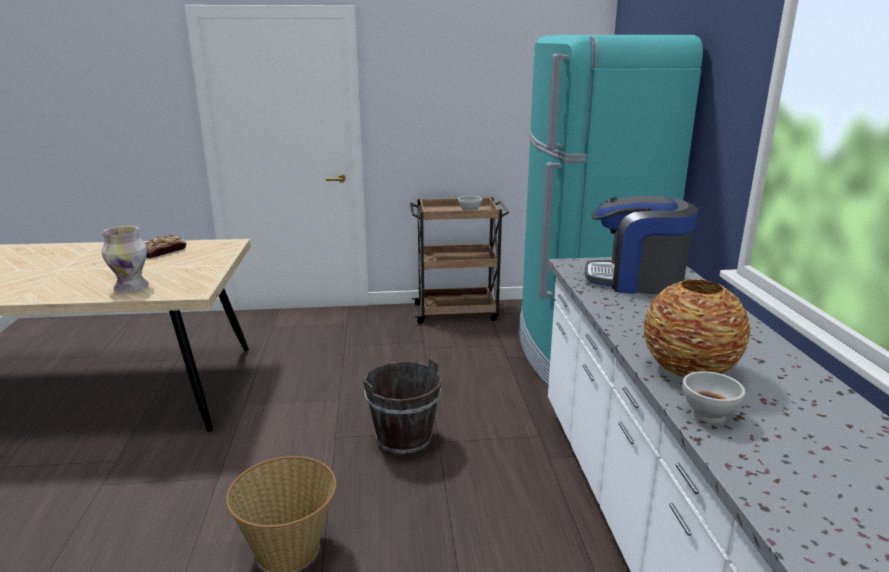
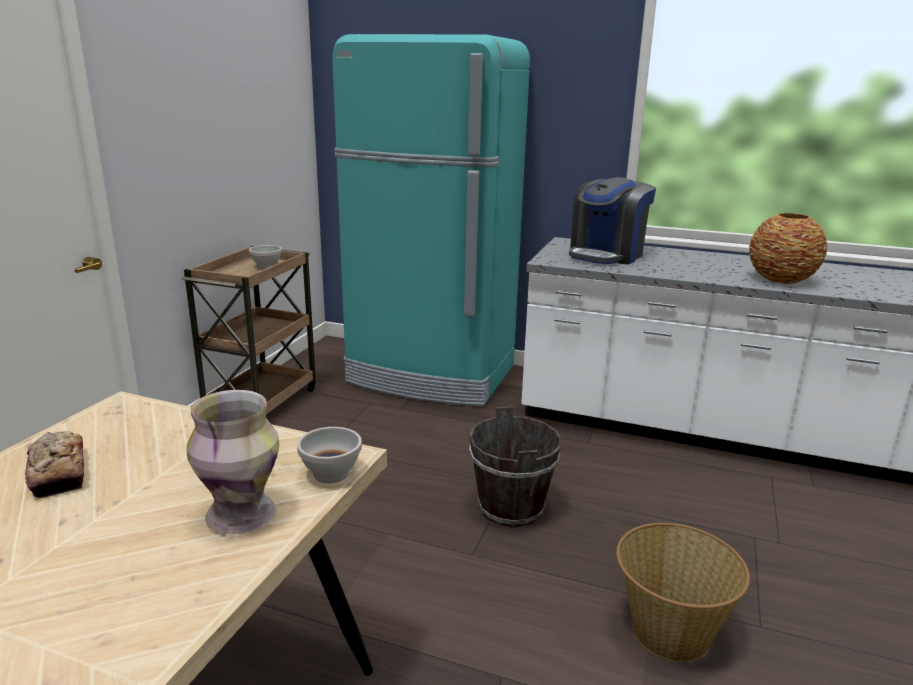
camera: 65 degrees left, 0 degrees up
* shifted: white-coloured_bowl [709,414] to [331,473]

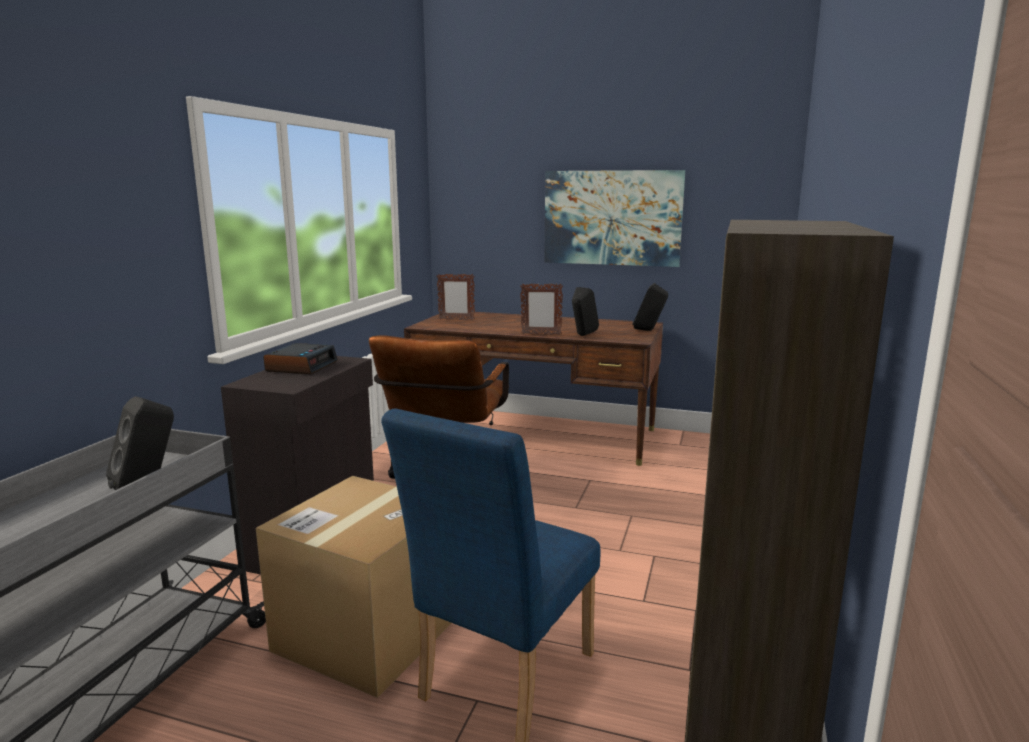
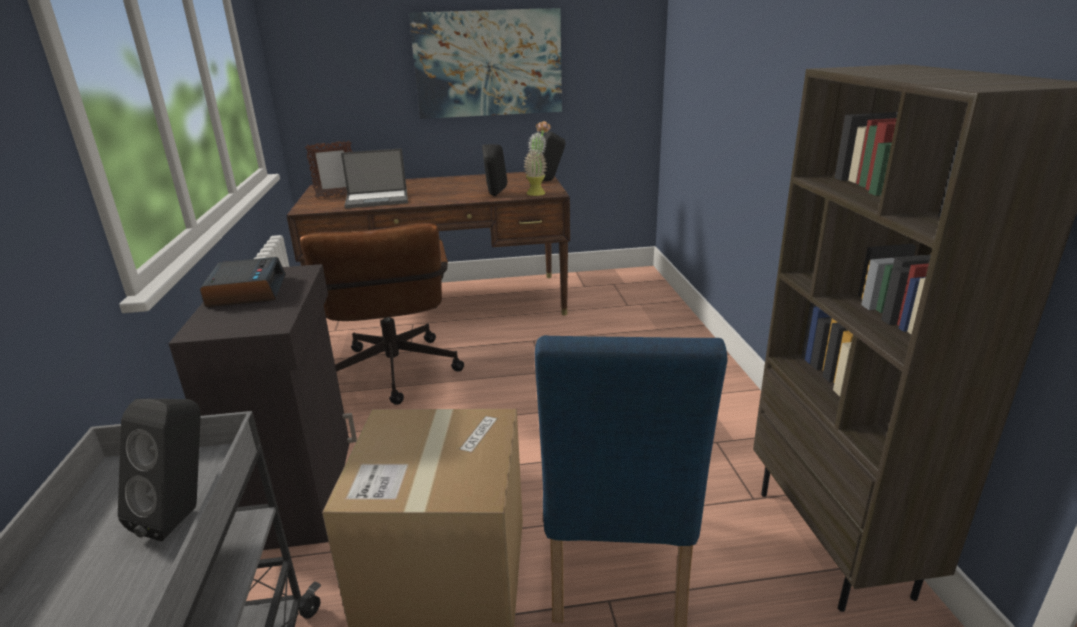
camera: 25 degrees left, 10 degrees up
* gone: photo_frame [541,334]
* new: portable_computer [378,199]
* new: potted_plant [538,192]

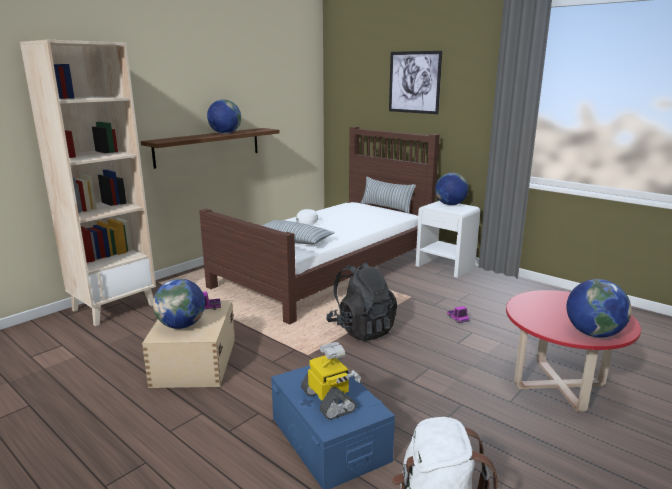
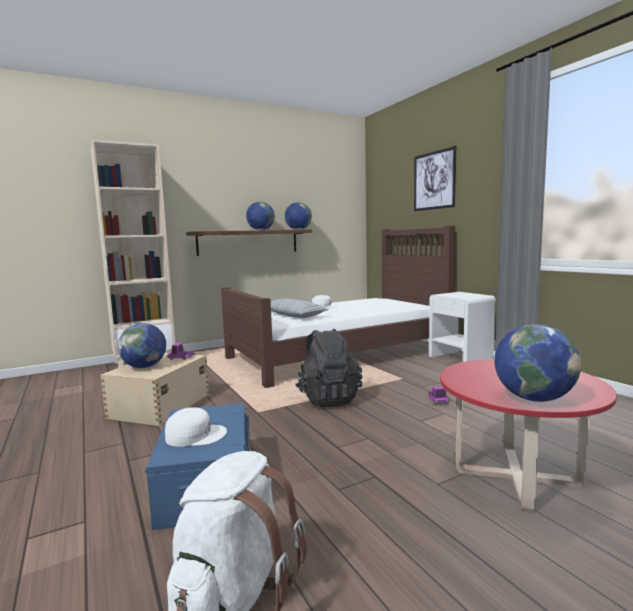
camera: 20 degrees right, 10 degrees down
* gone: throw_pillow [386,207]
* shifted: desk_globe [450,204] to [298,229]
* swapped: robot_figure [329,401] to white-coloured_baseball_cap [195,435]

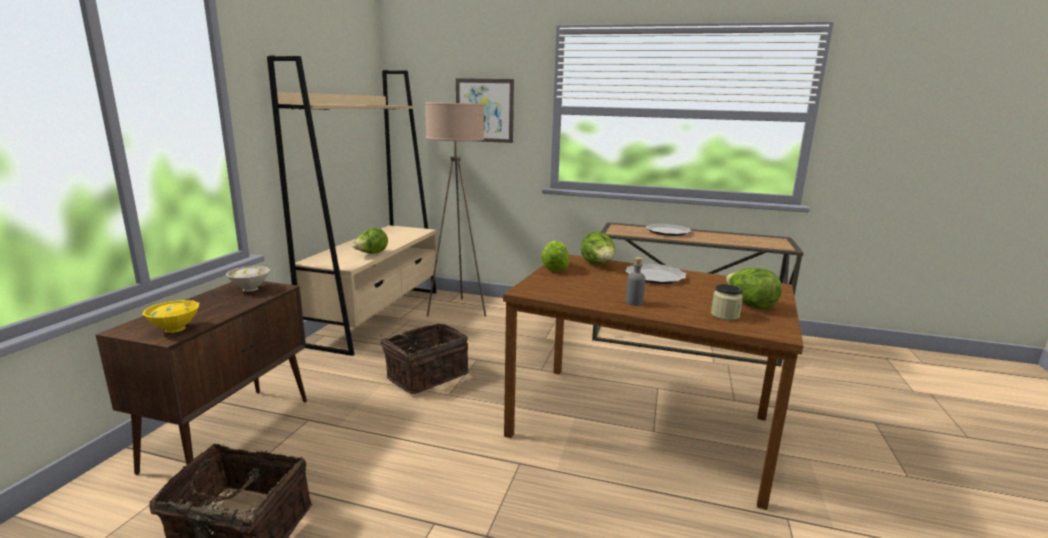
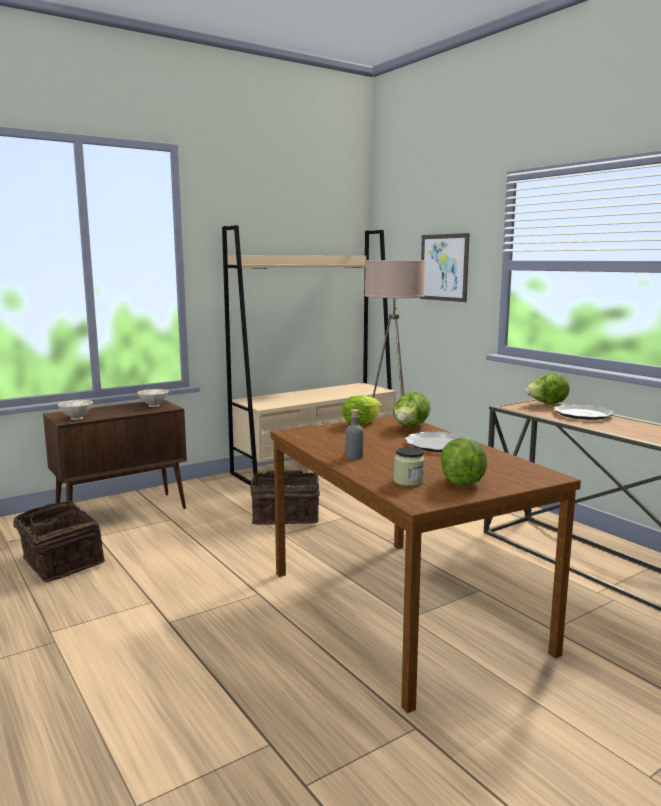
camera: 40 degrees right, 5 degrees down
* shifted: lettuce_head [371,254] to [546,404]
* repainted: yellow_bowl [176,329] to white-coloured_bowl [77,418]

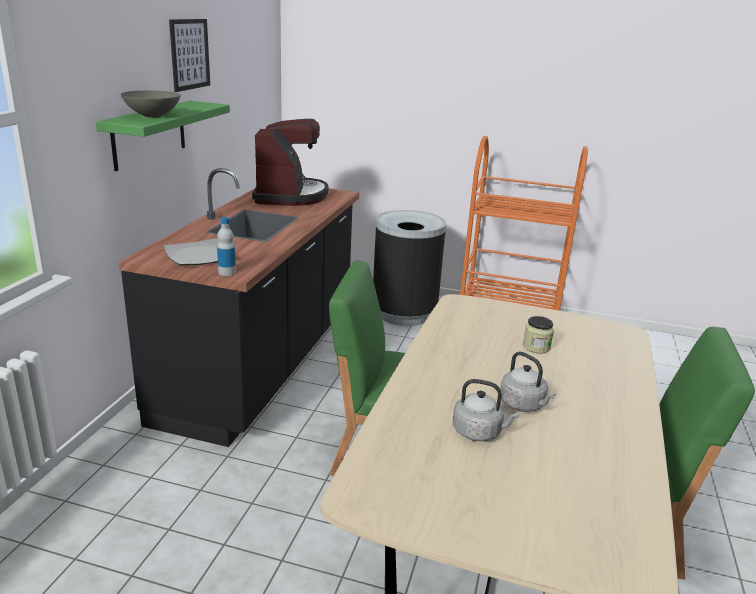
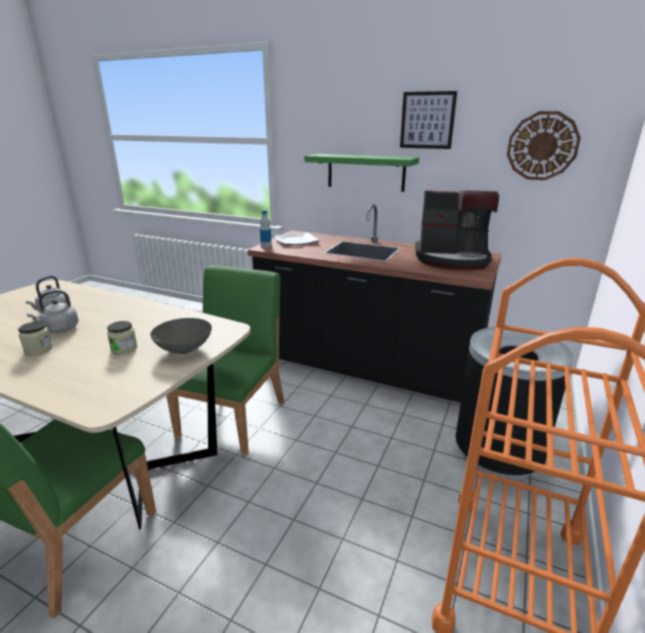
camera: 100 degrees right, 0 degrees up
* new: storage_jar [38,349]
* new: wall_clock [542,146]
* shifted: greyish_bowl [152,116] to [184,349]

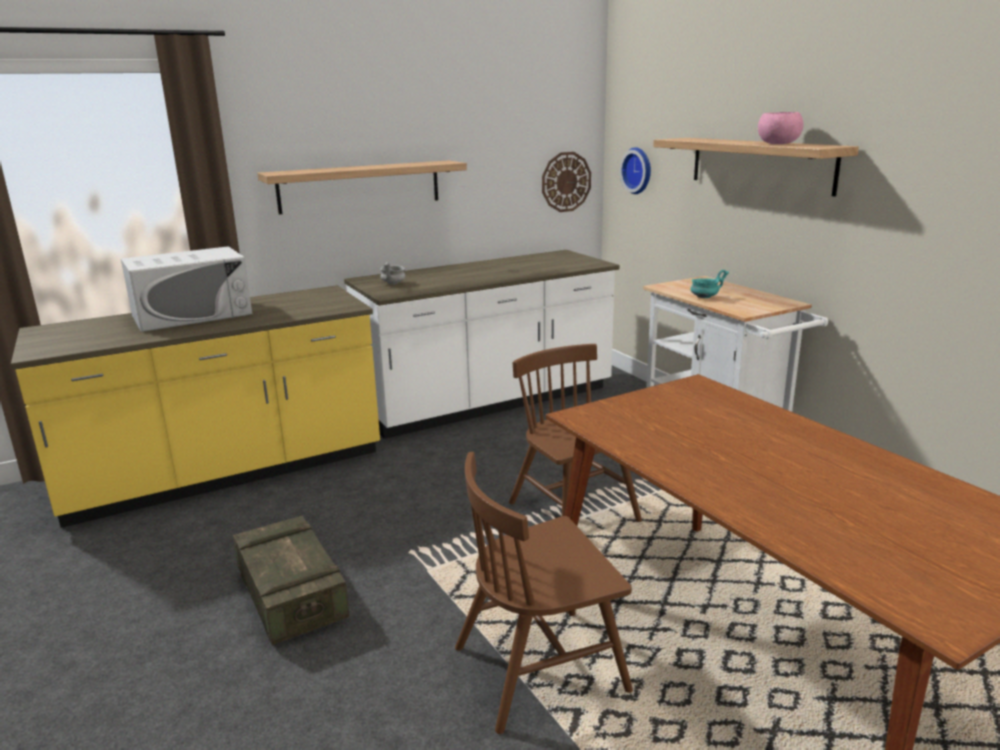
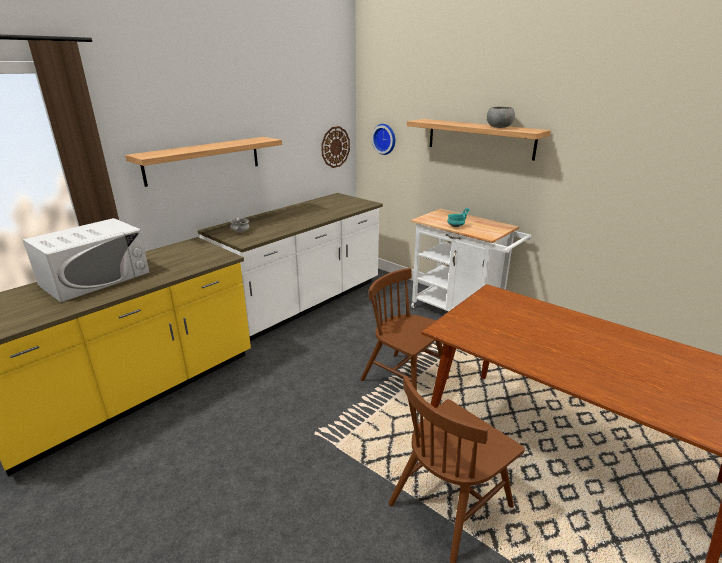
camera: 20 degrees left, 5 degrees up
* gone: shipping_crate [292,596]
* repainted: pink-coloured_bowl [778,144] to greyish_bowl [499,127]

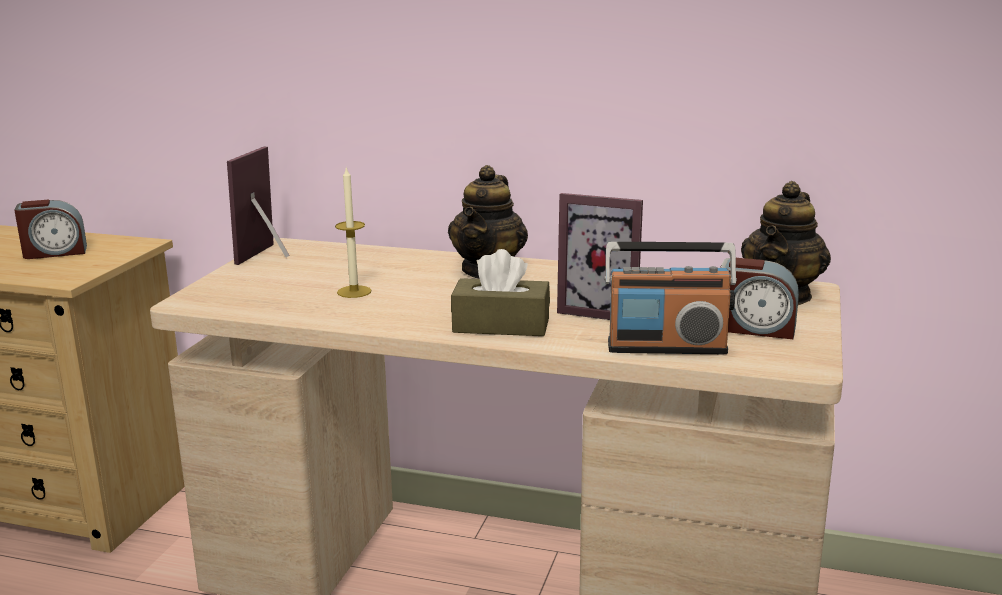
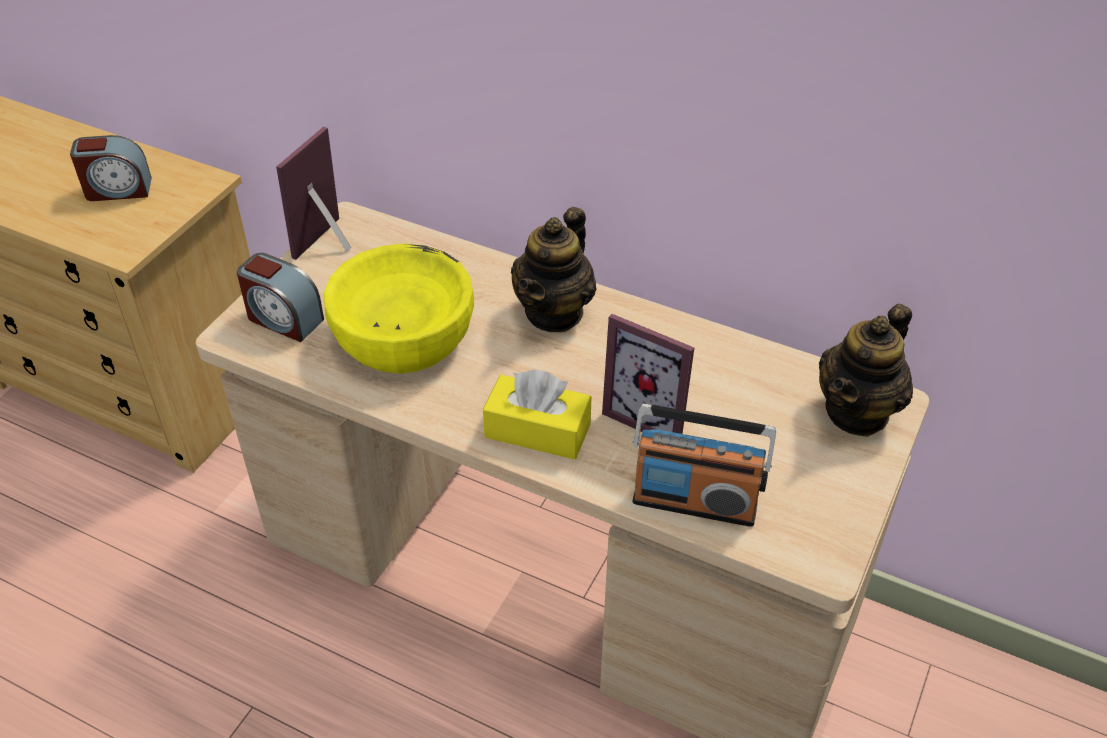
camera: 10 degrees right, 25 degrees up
* shifted: table_clock [755,328] to [283,319]
* swapped: candle [354,292] to yellow_bowl [403,336]
* repainted: brown_tissue_box [501,325] to yellow_tissue_box [537,430]

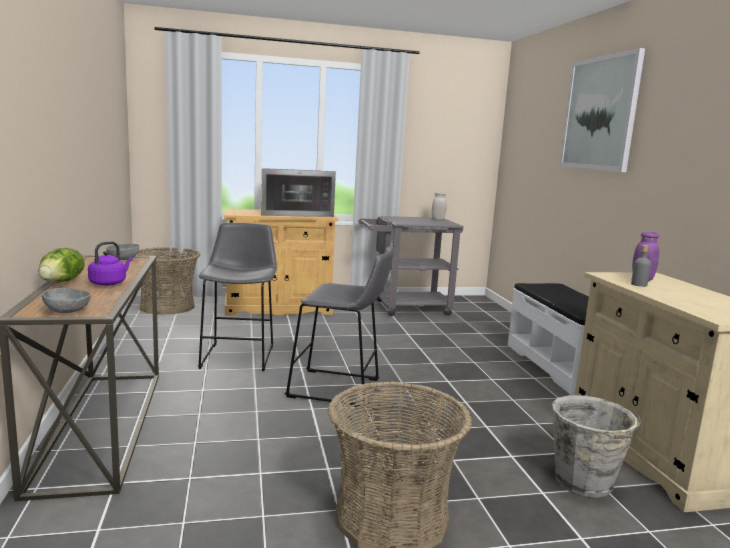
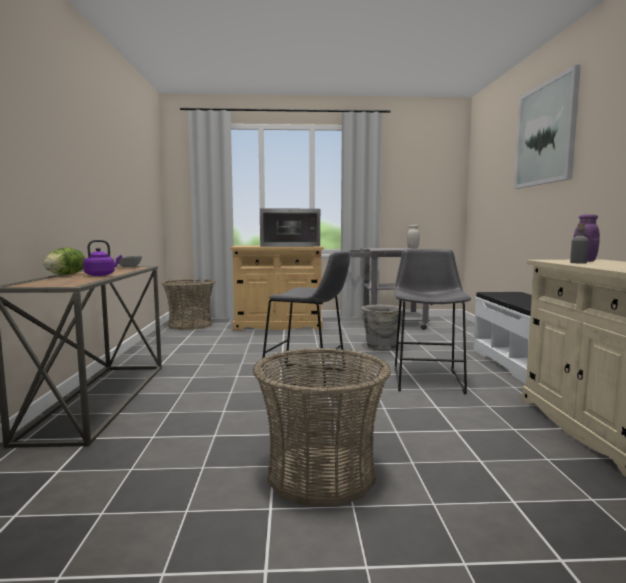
camera: 10 degrees right, 5 degrees down
* gone: greyish_bowl [68,311]
* shifted: greyish_stool [239,355] to [427,379]
* shifted: greyish_pail [584,483] to [382,347]

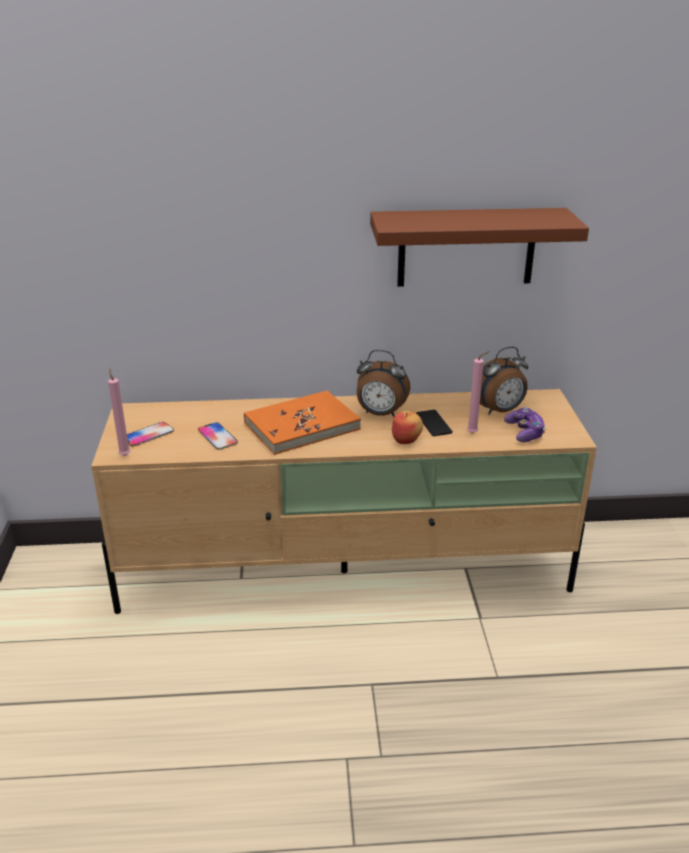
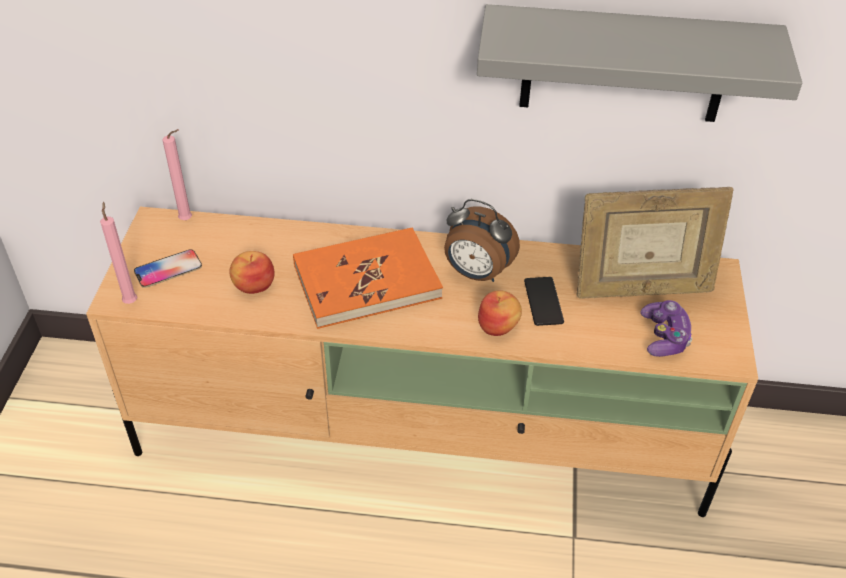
camera: 10 degrees right, 15 degrees up
* shifted: pink-coloured_candle [474,433] to [188,220]
* swapped: handset [217,436] to apple [254,285]
* swapped: table_clock [499,411] to photo_frame [641,290]
* repainted: brown_shelf [466,247] to greyish_shelf [624,65]

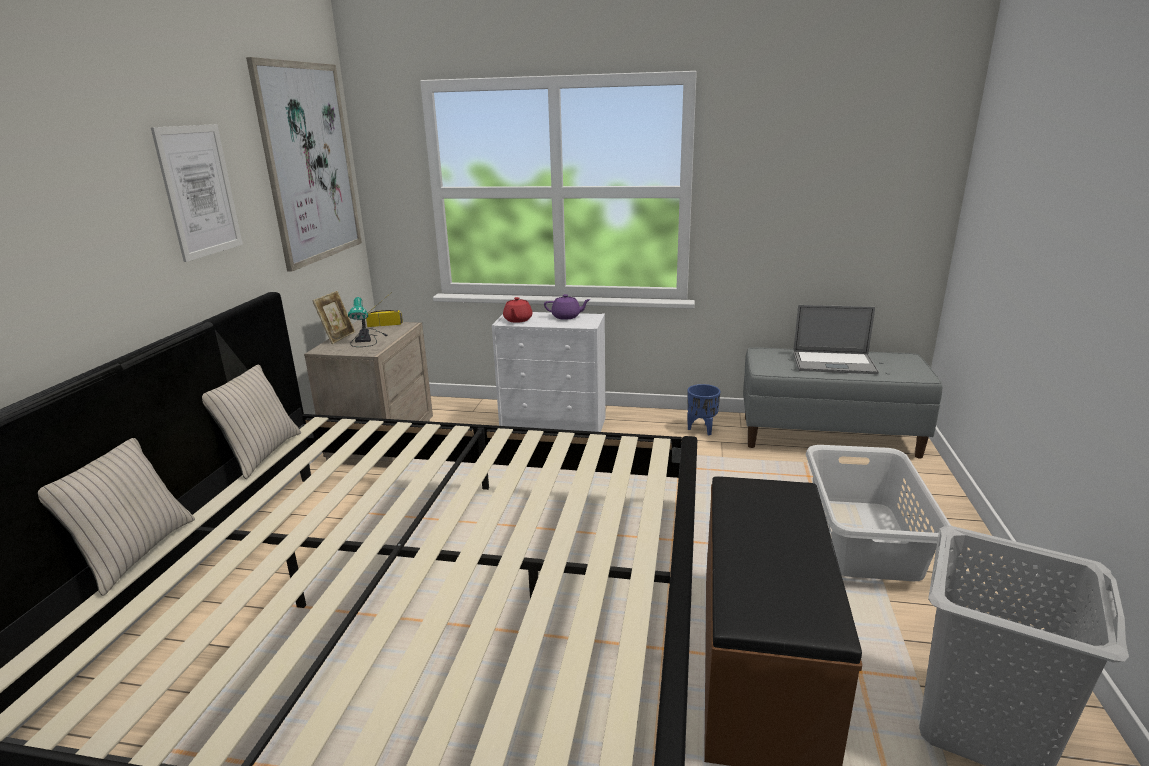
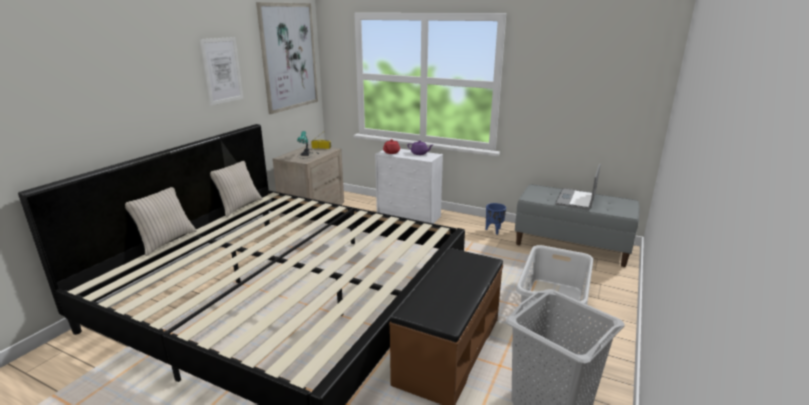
camera: 15 degrees right, 0 degrees up
* gone: photo_frame [338,337]
* rotated: portable_computer [833,363] = [576,199] 90 degrees clockwise

